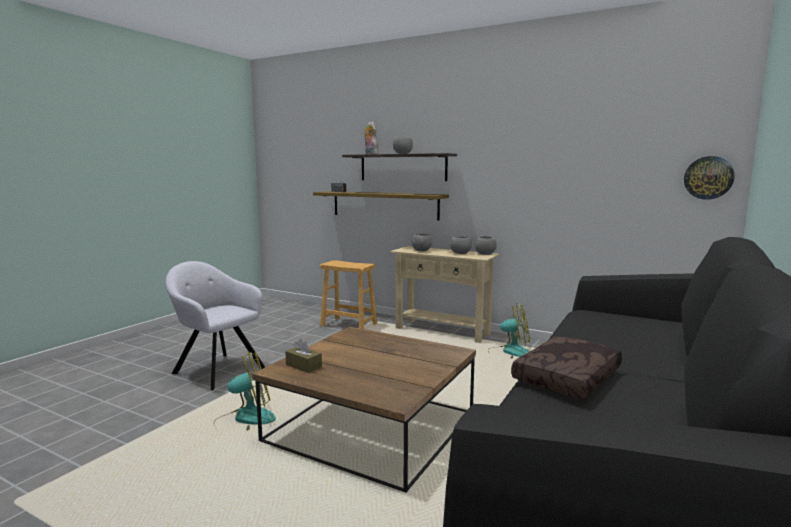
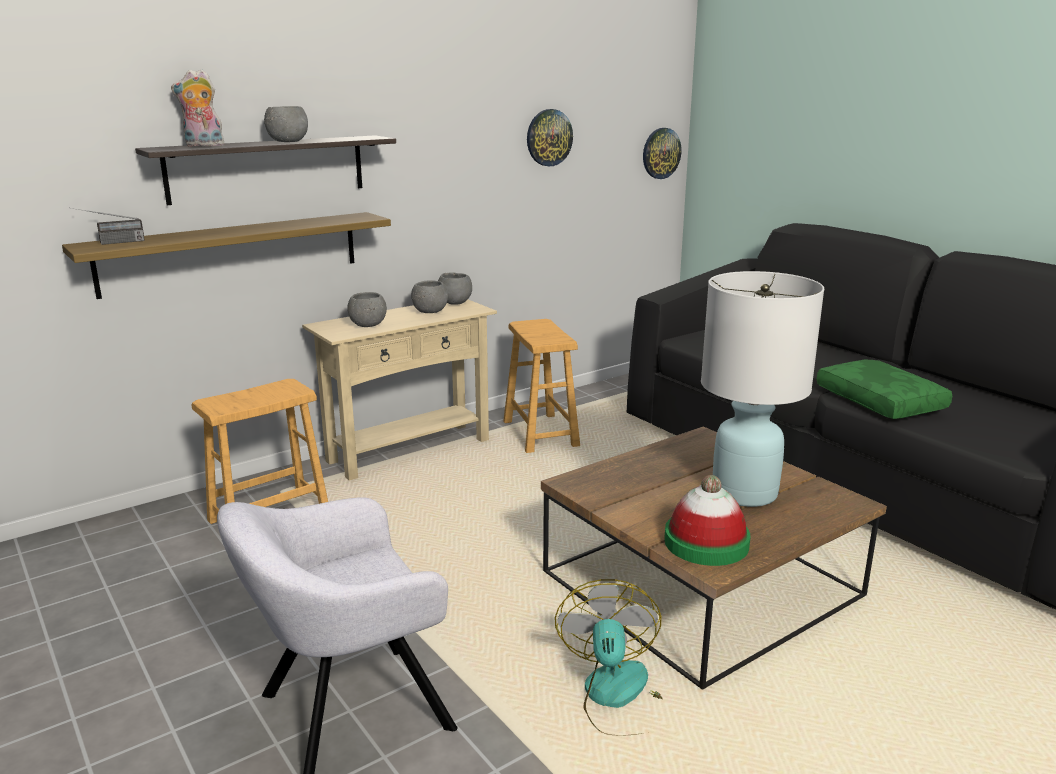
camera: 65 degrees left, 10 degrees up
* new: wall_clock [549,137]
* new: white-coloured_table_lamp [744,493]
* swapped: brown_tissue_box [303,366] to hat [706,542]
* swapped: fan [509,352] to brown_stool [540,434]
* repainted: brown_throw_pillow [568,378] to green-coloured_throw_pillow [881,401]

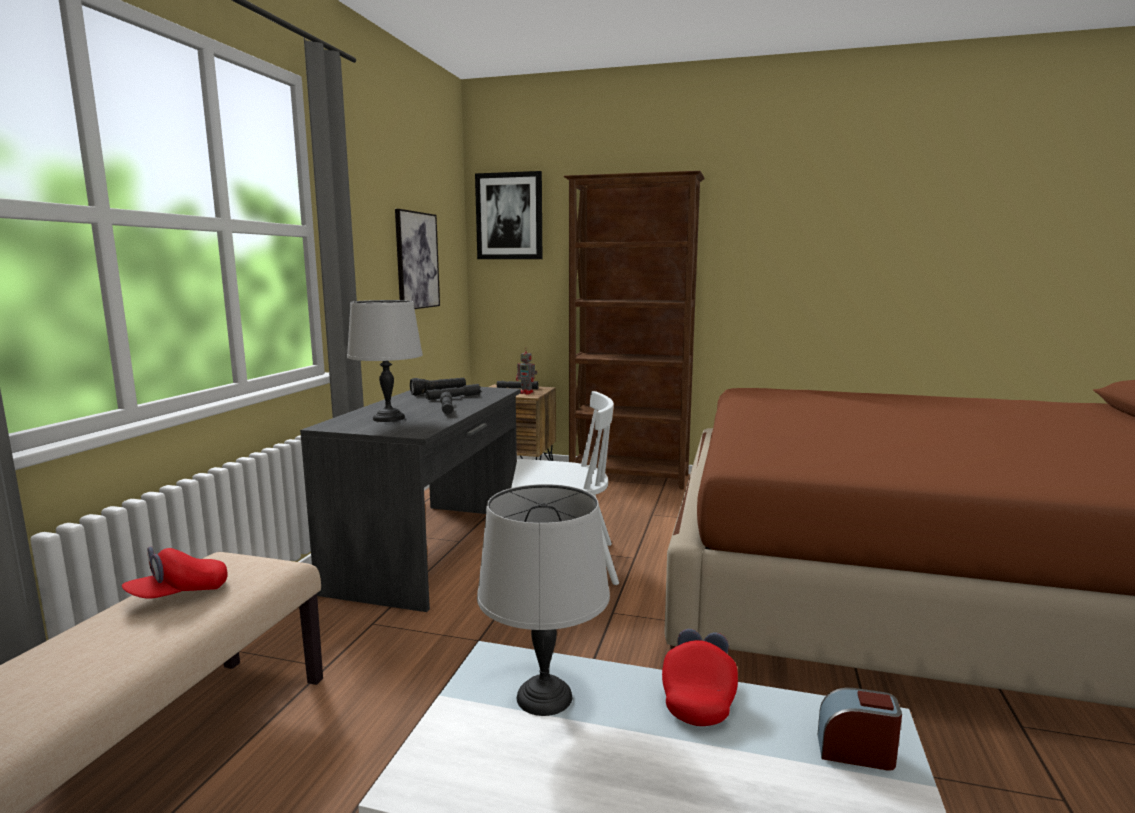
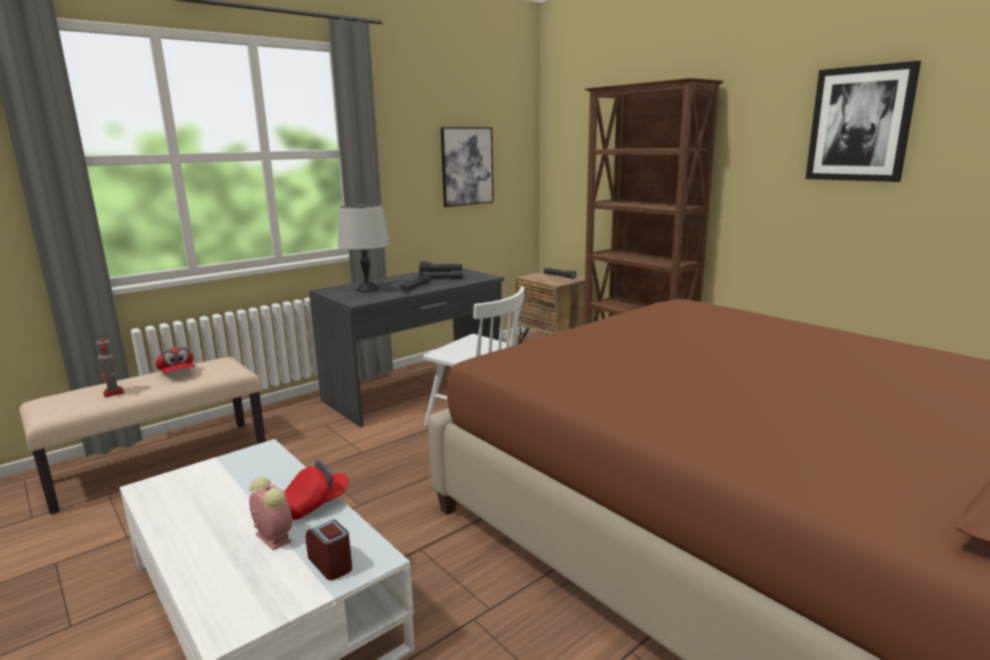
camera: 35 degrees right, 5 degrees up
* gone: greyish_table_lamp [543,698]
* new: table_clock [272,537]
* shifted: wall_art [509,216] to [860,124]
* shifted: robot_figure [527,393] to [113,393]
* rotated: red_baseball_cap [179,594] = [177,373] 120 degrees counterclockwise

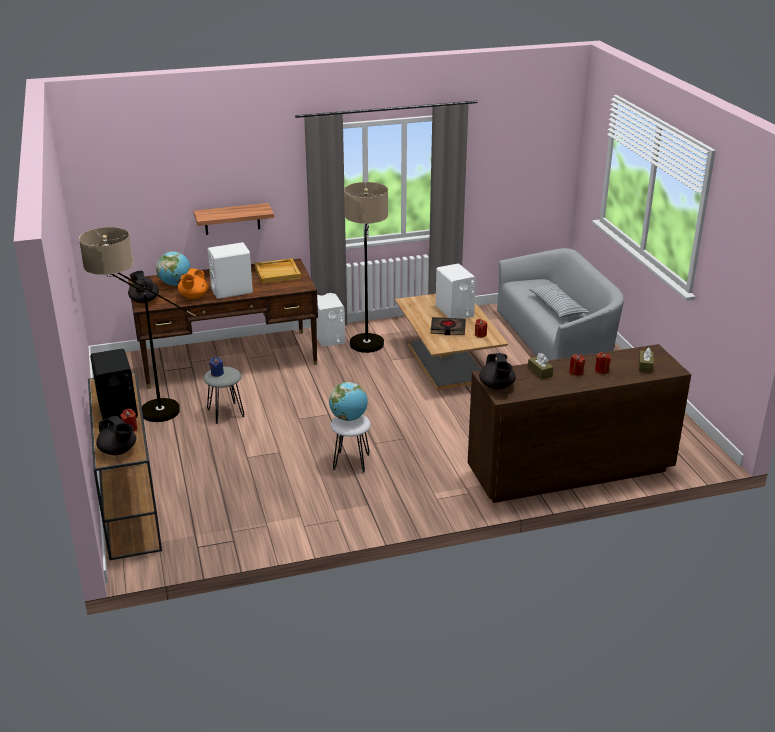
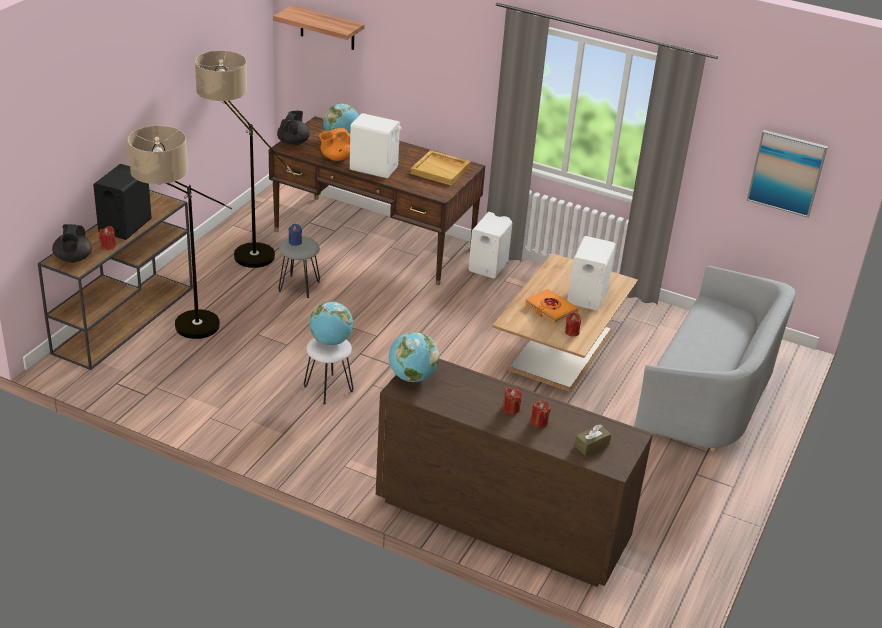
camera: 40 degrees right, 5 degrees up
* gone: brown_tissue_box [540,372]
* gone: throw_pillow [557,307]
* new: wall_art [786,173]
* shifted: shelf [232,219] to [327,28]
* shifted: standing_lamp [367,351] to [183,333]
* swapped: black-coloured_teapot [497,386] to desk_globe [412,377]
* repainted: black-coloured_bound_book [448,329] to orangey_bound_book [550,309]

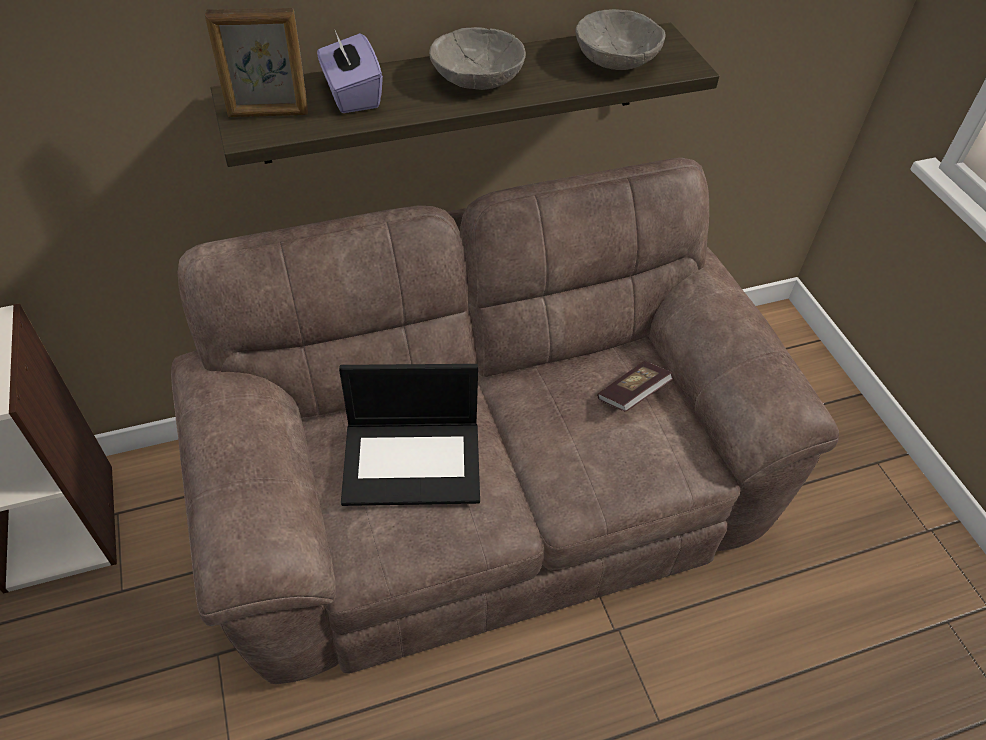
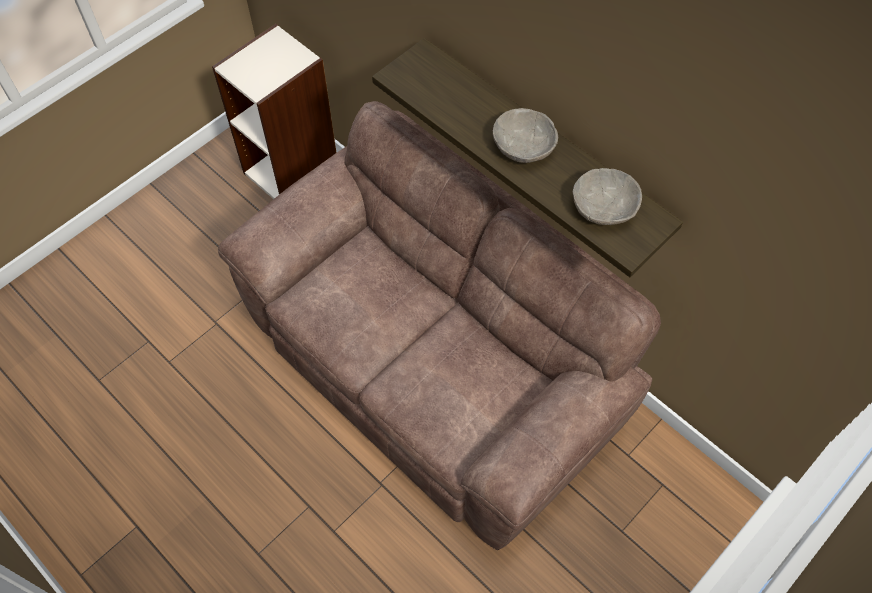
camera: 65 degrees right, 10 degrees up
* gone: photo_frame [268,114]
* gone: purplish_tissue_box [351,95]
* gone: portable_computer [413,461]
* gone: bound_book [632,395]

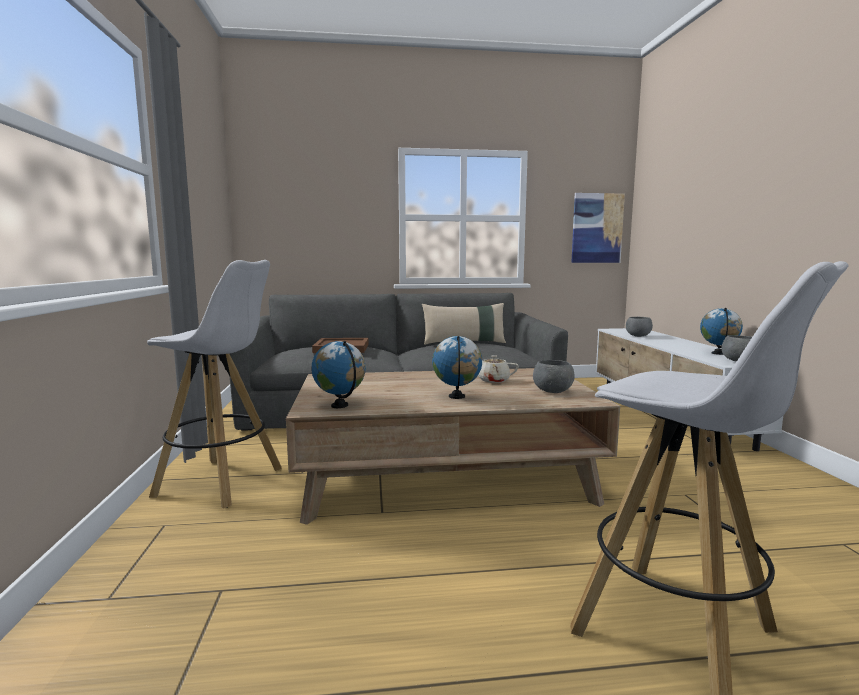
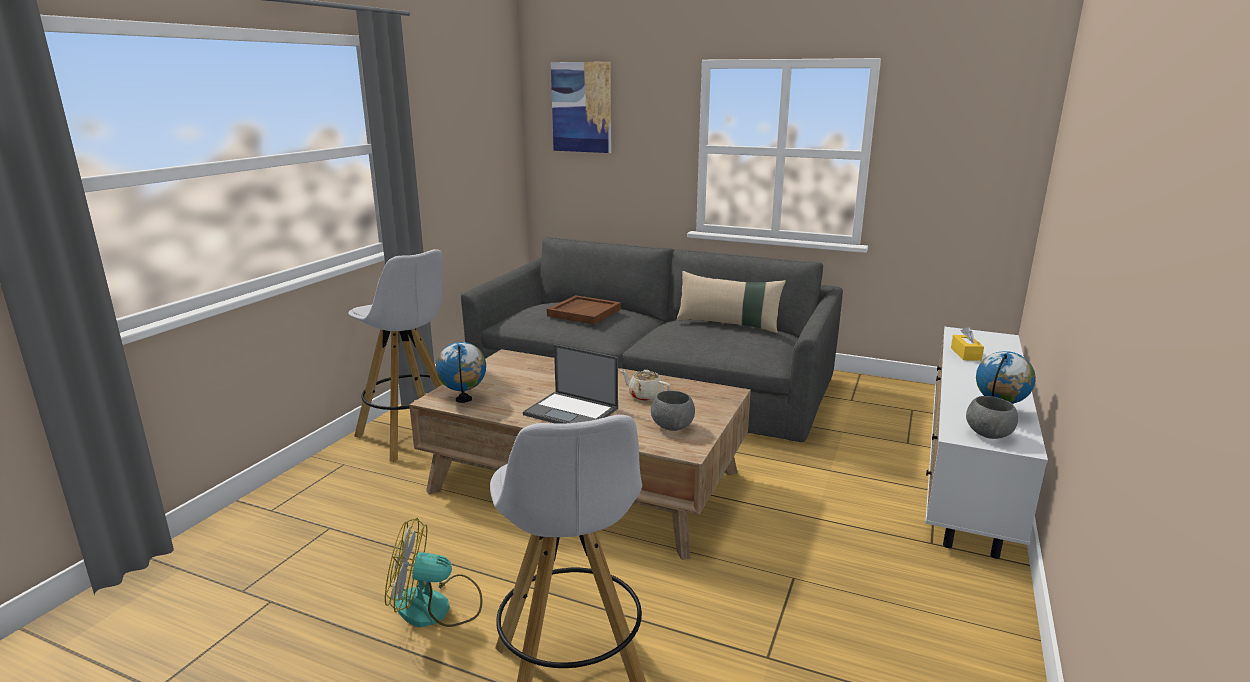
camera: 30 degrees right, 10 degrees up
* new: fan [436,607]
* shifted: wall_art [597,228] to [581,107]
* swapped: desk_globe [457,397] to portable_computer [572,412]
* swapped: greyish_bowl [638,336] to yellow_tissue_box [965,354]

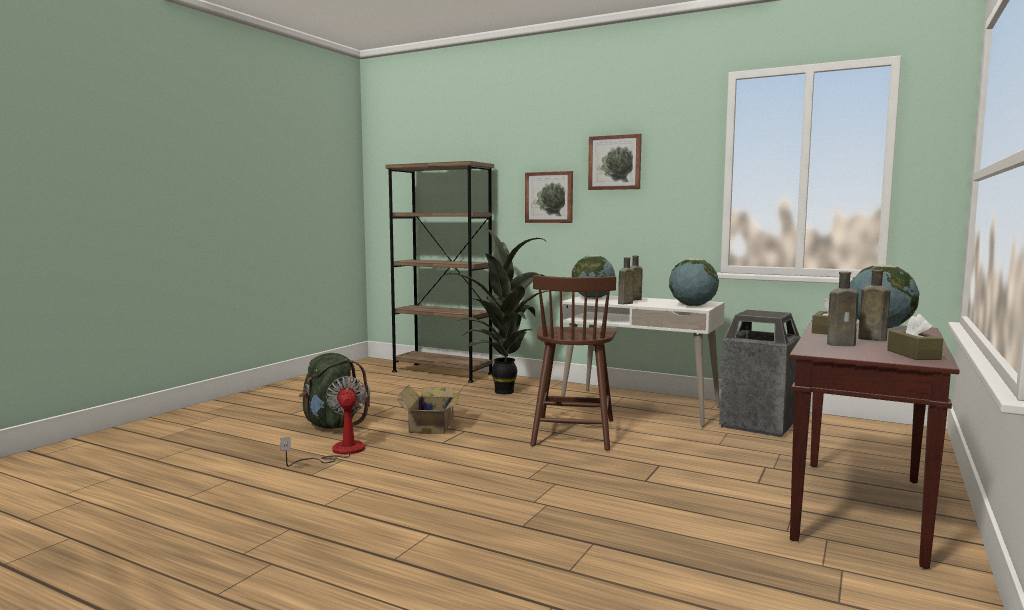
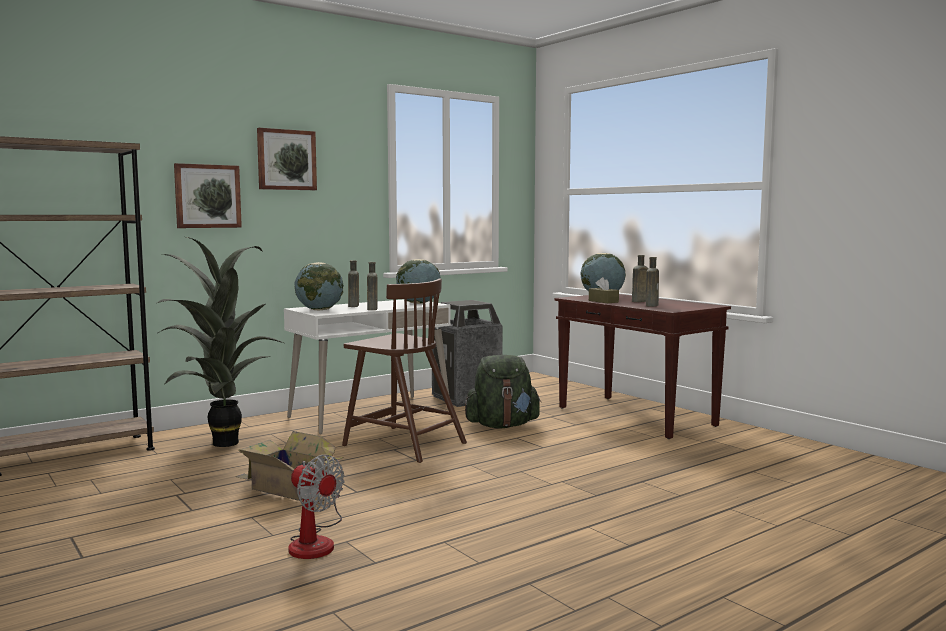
camera: 65 degrees left, 0 degrees up
* gone: brown_tissue_box [913,355]
* shifted: green-coloured_knapsack [331,425] to [502,425]
* rotated: fan [338,452] = [315,541] 150 degrees counterclockwise

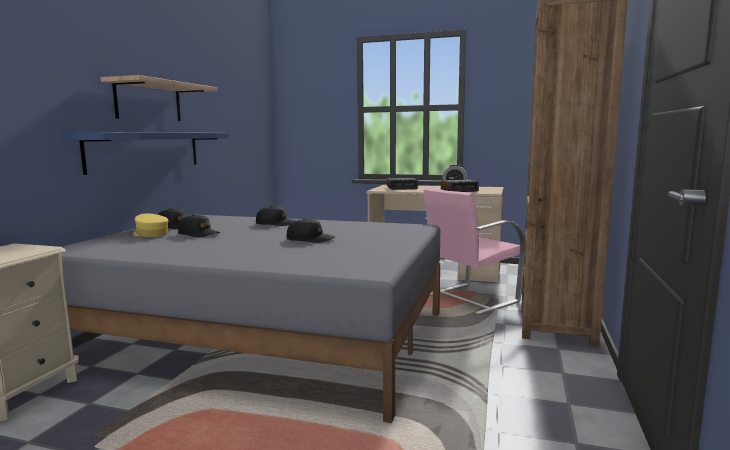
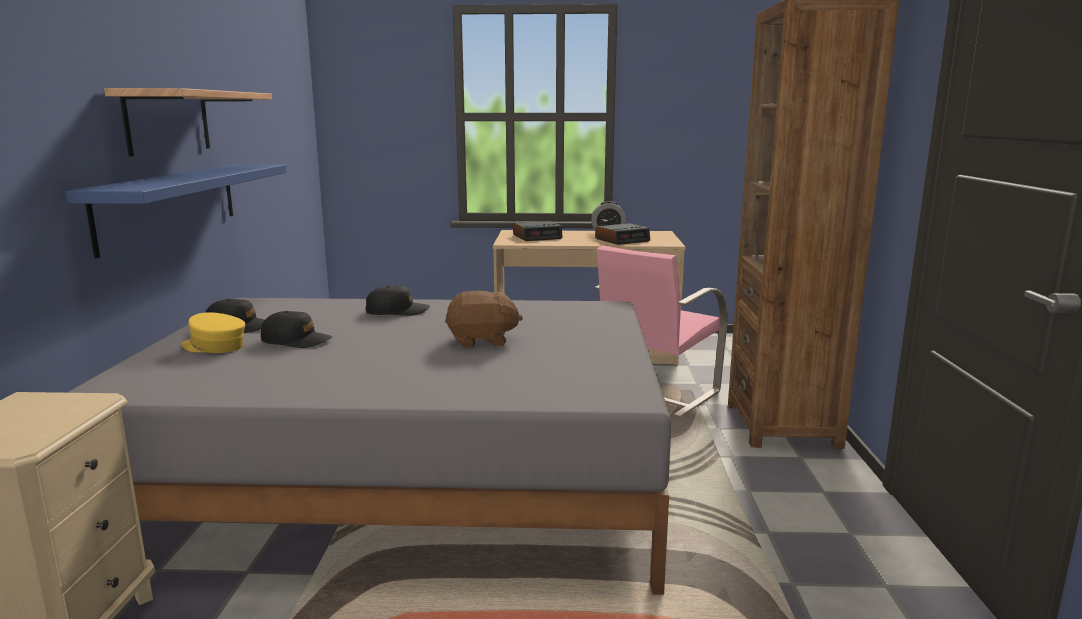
camera: 15 degrees left, 5 degrees up
* swapped: black-coloured_baseball_cap [310,239] to brown_soft_toy [482,341]

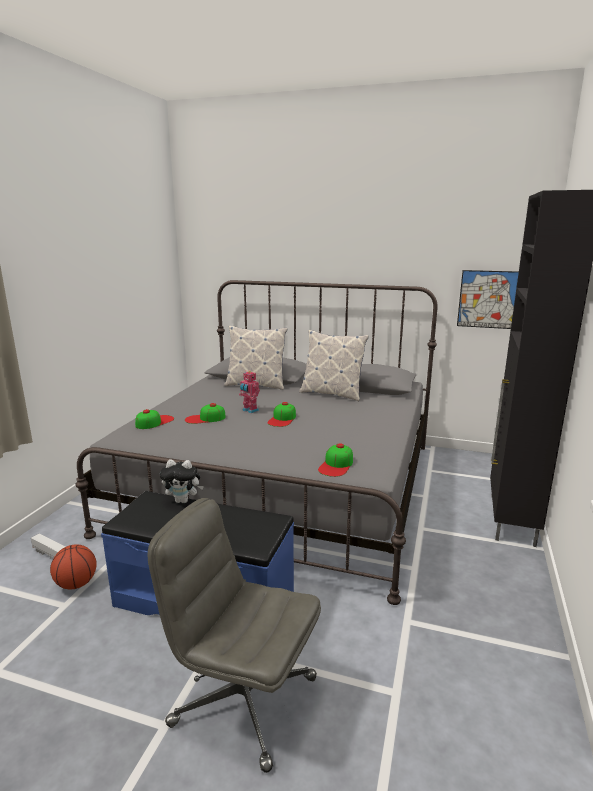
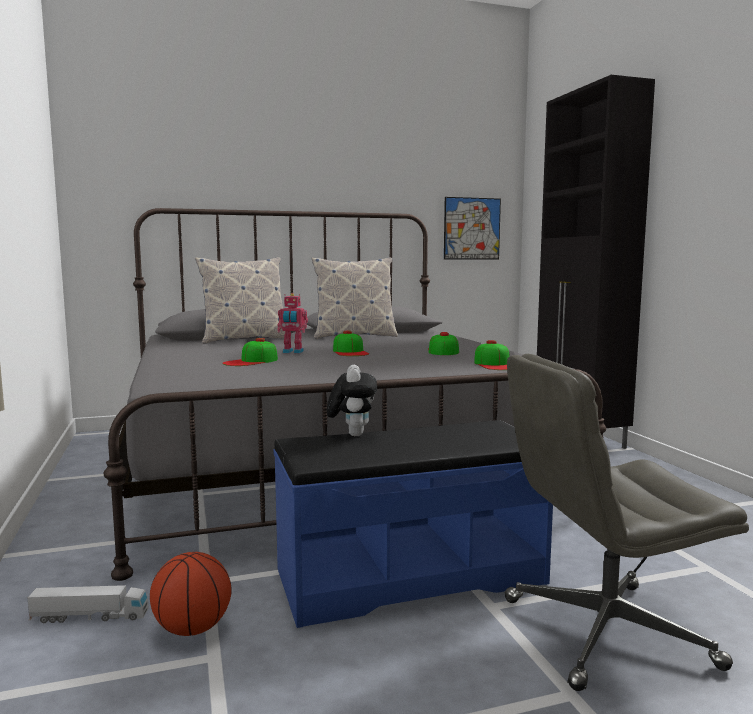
camera: 35 degrees left, 10 degrees down
* shifted: baseball_cap [154,422] to [443,351]
* rotated: soft_toy [183,500] = [352,434] 60 degrees counterclockwise

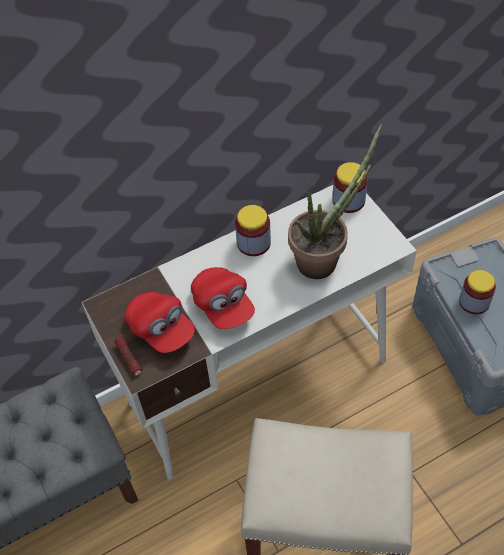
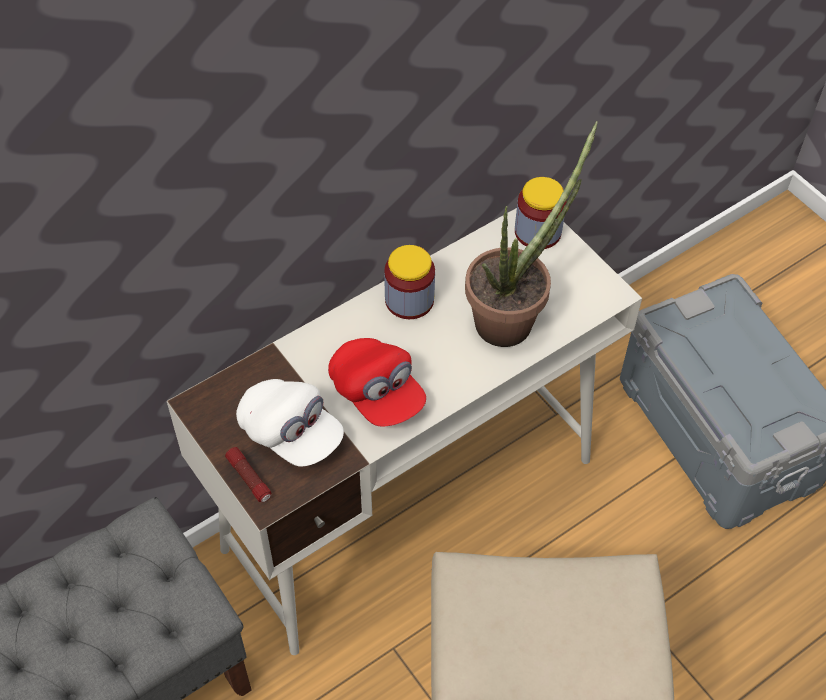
camera: 10 degrees left, 0 degrees up
* gone: storage_jar [474,302]
* repainted: red_baseball_cap [161,329] to white-coloured_baseball_cap [291,433]

